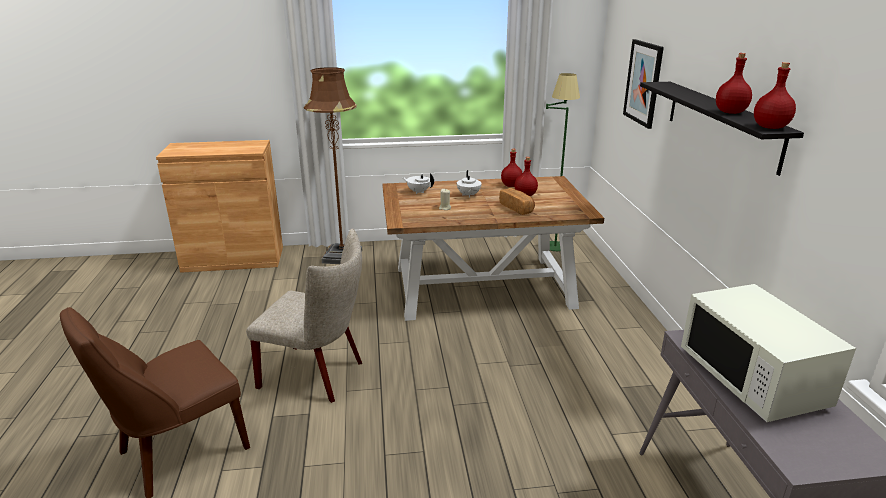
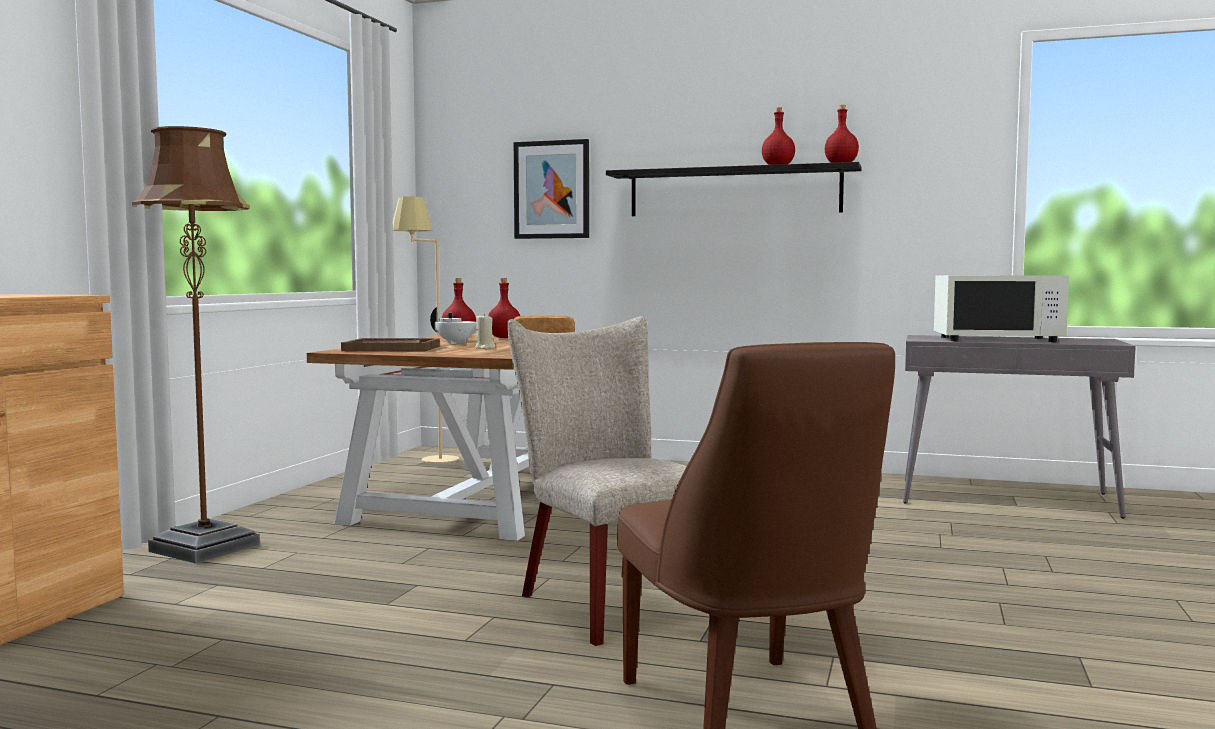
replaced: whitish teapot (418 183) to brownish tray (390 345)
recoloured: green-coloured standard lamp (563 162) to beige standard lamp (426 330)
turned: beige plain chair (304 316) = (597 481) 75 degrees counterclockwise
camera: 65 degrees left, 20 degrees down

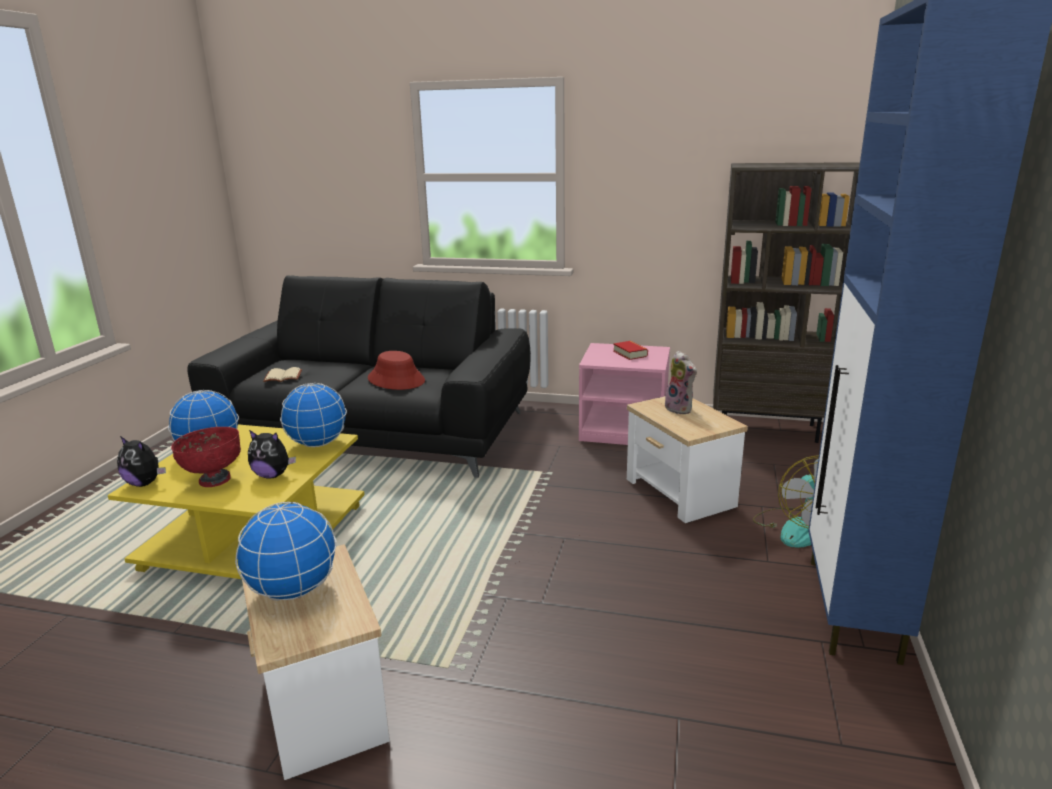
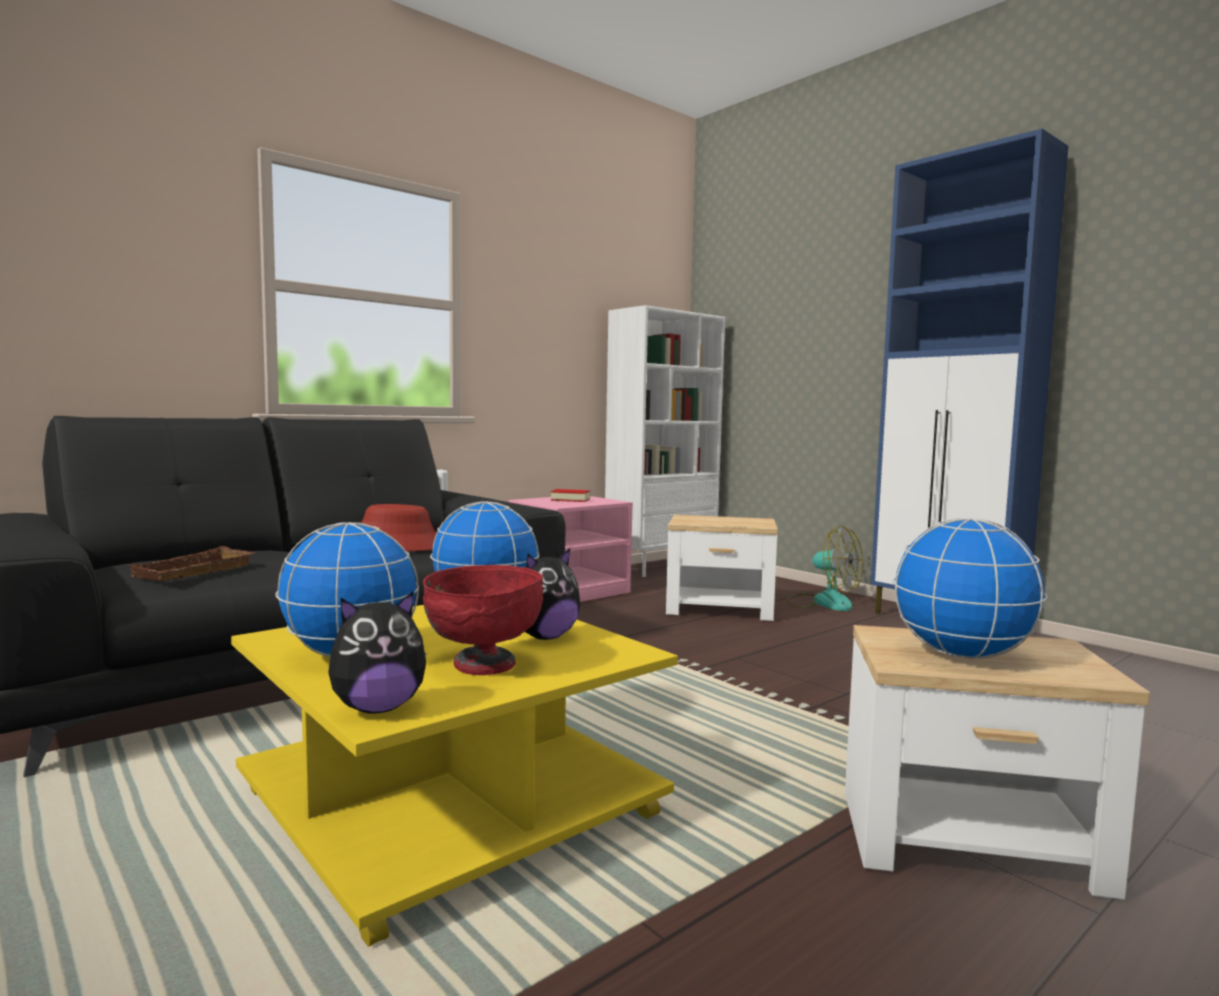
removed: soft toy (680 382)
replaced: beige book (282 374) to brownish tray (191 563)
recoloured: brownish shelving unit (786 302) to whitish shelving unit (665 441)
camera: 55 degrees left, 15 degrees down

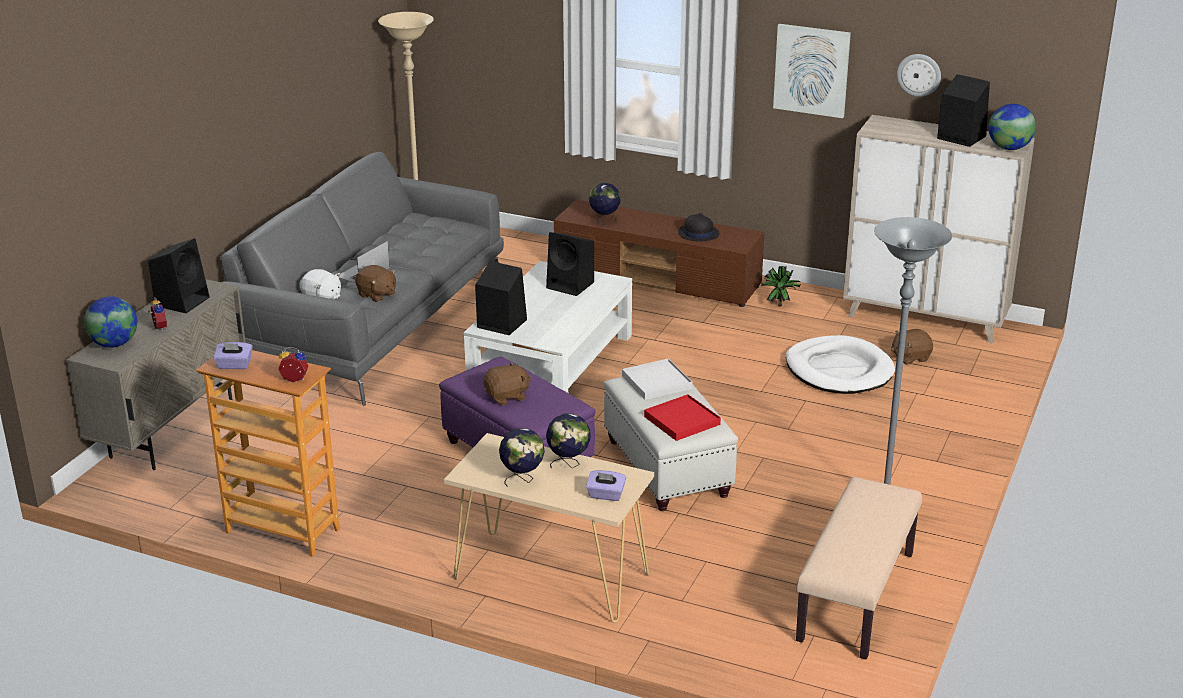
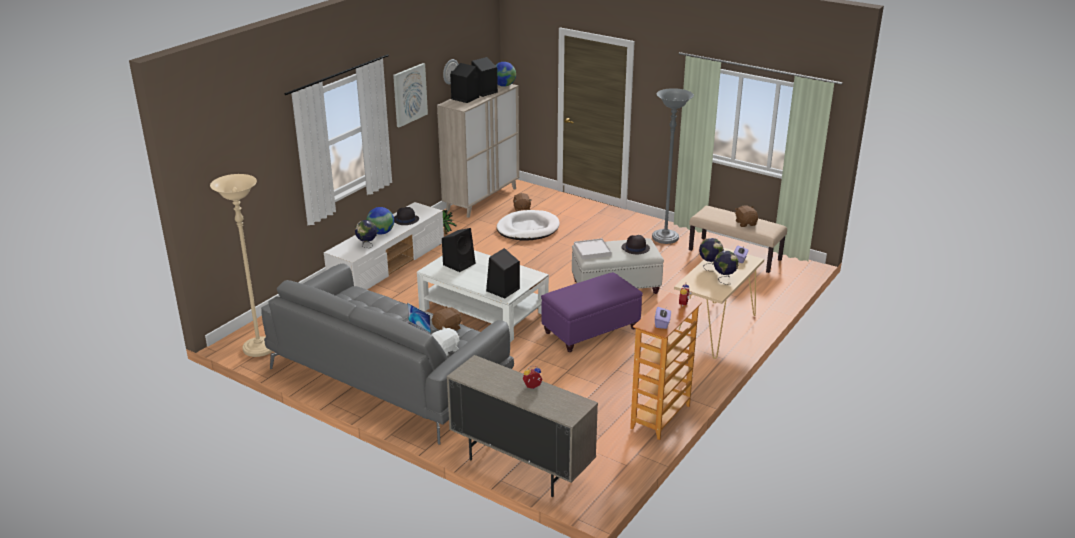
moved: desk globe (110 322) to (380 221); black audio speaker (179 275) to (464 83); brownish soft toy (507 383) to (746 216)
replaced: red-coloured tray (682 417) to black wearable hat (636 244)
recoloured: brownish tv unit (659 253) to whitish tv unit (384 245)
camera: 80 degrees left, 0 degrees up

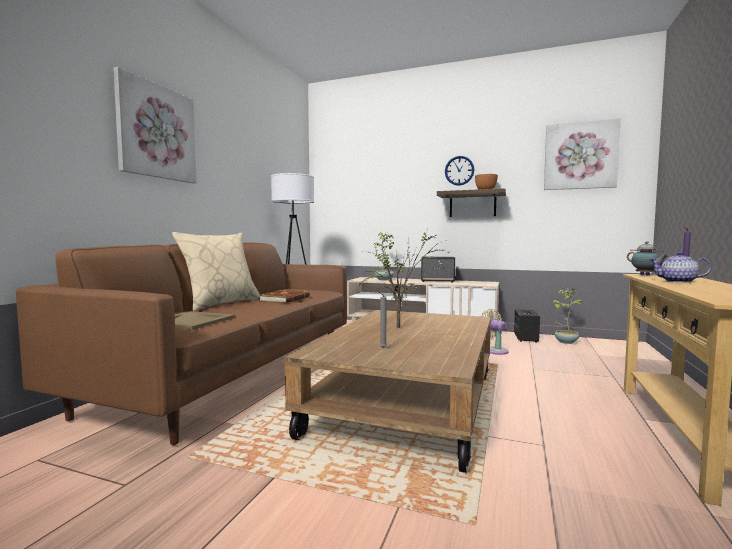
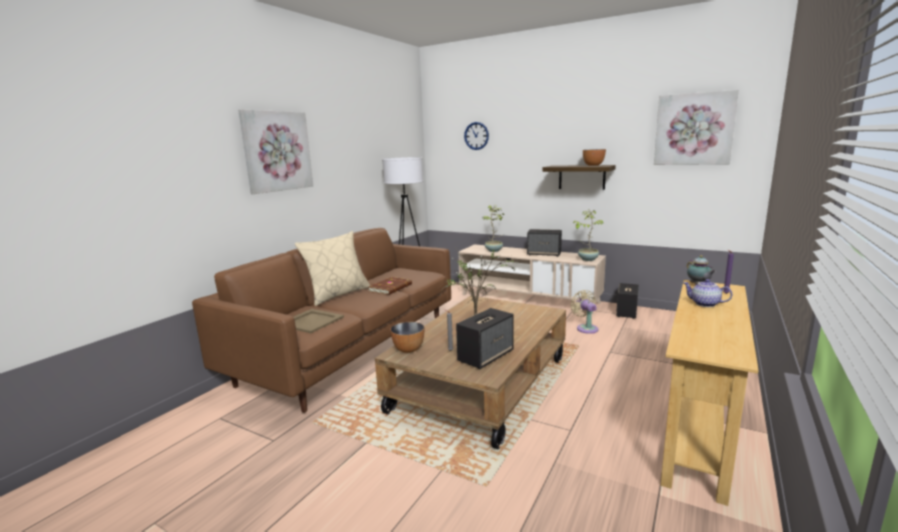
added: bowl (407 337); audio speaker (485 338)
moved: wall clock (459 171) to (476 136); potted plant (568 316) to (588 235)
camera: 10 degrees right, 10 degrees up

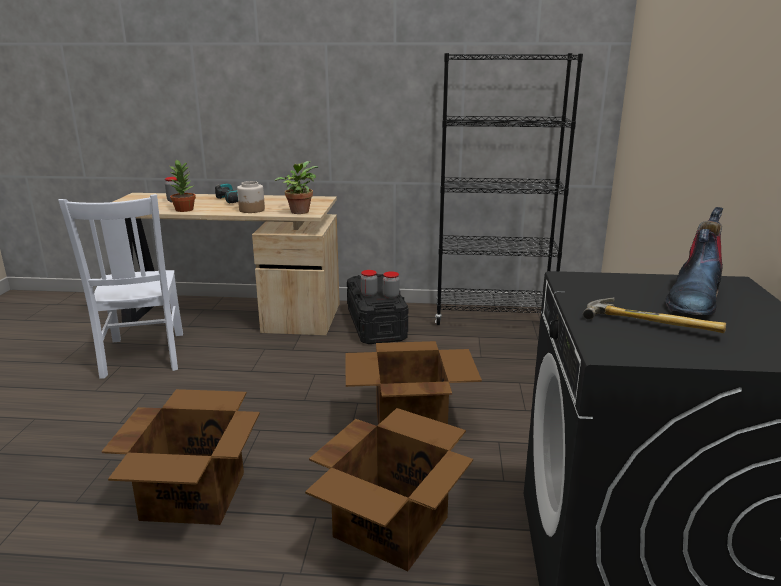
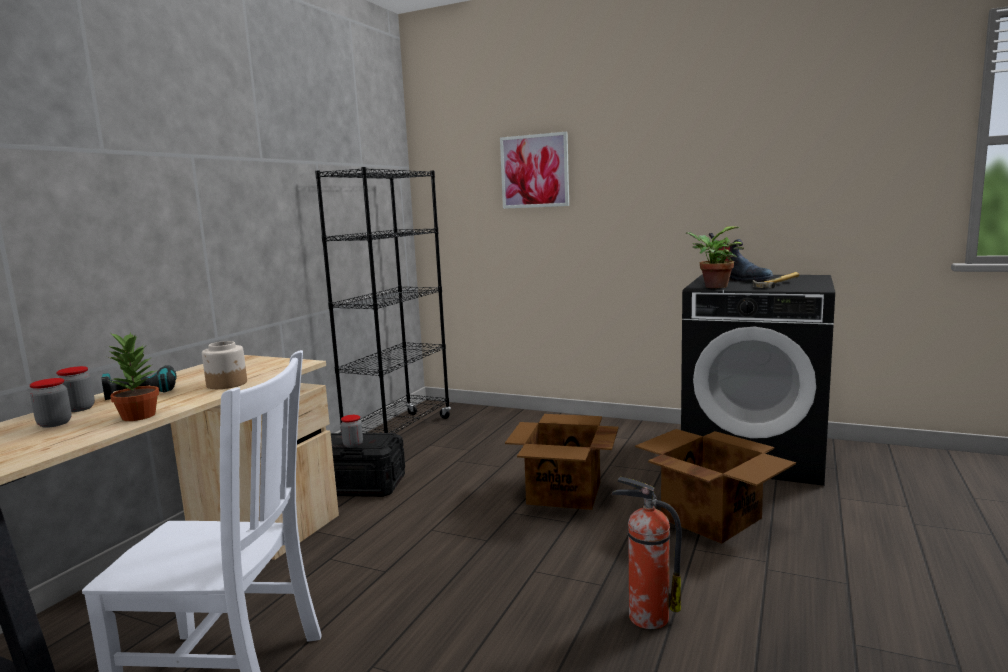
added: wall picture (534 170)
moved: storage jar (391 285) to (75 389); potted plant (296 187) to (714 257)
replaced: carton (180 457) to extinguisher (646 553)
camera: 70 degrees left, 10 degrees down

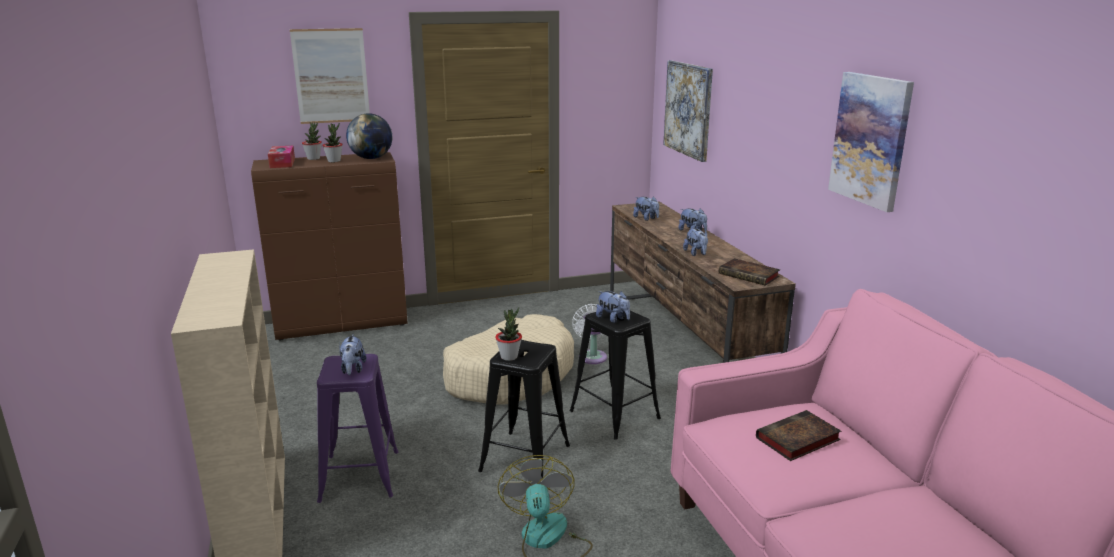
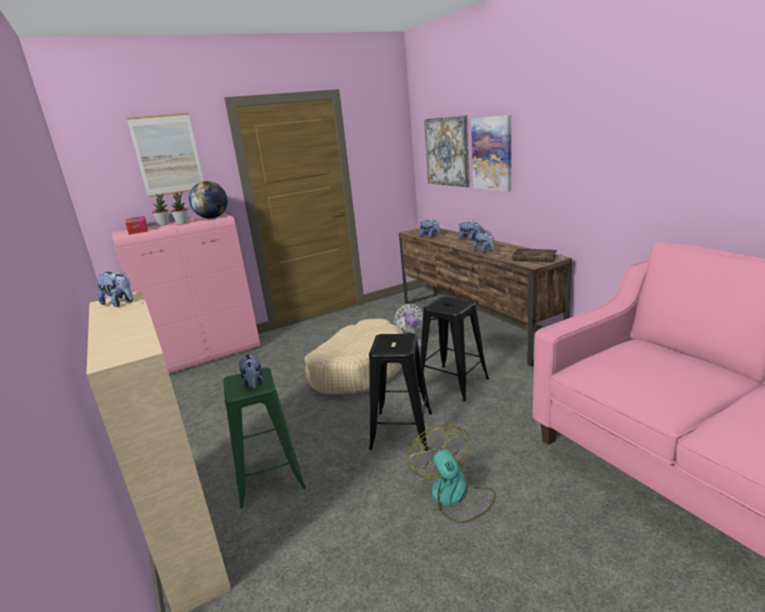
removed: potted plant (508 334); book (798 435)
moved: soft toy (613 307) to (115 288); wall picture (871 142) to (491 153)
recoloured: brownish cabinet (329 246) to pinkish cabinet (186 293); purplish stool seat (357 428) to green-coloured stool seat (264 438)
camera: 10 degrees left, 0 degrees up

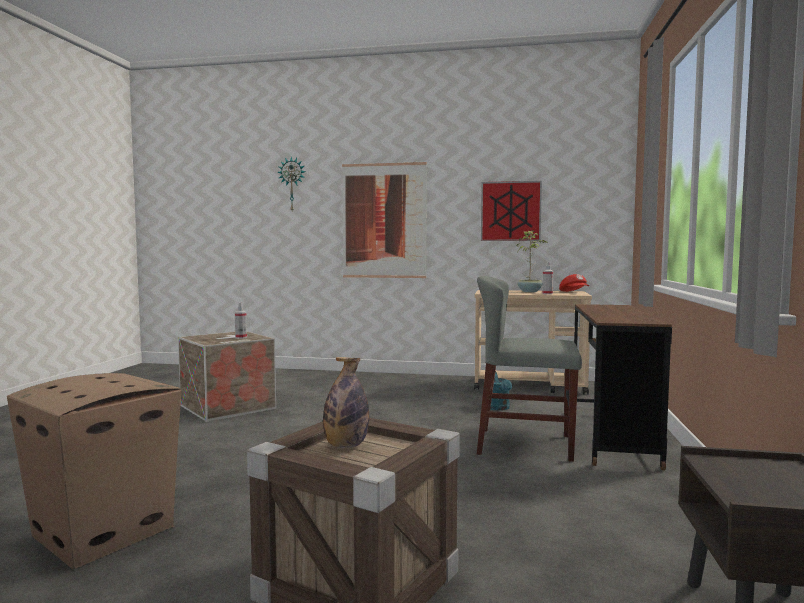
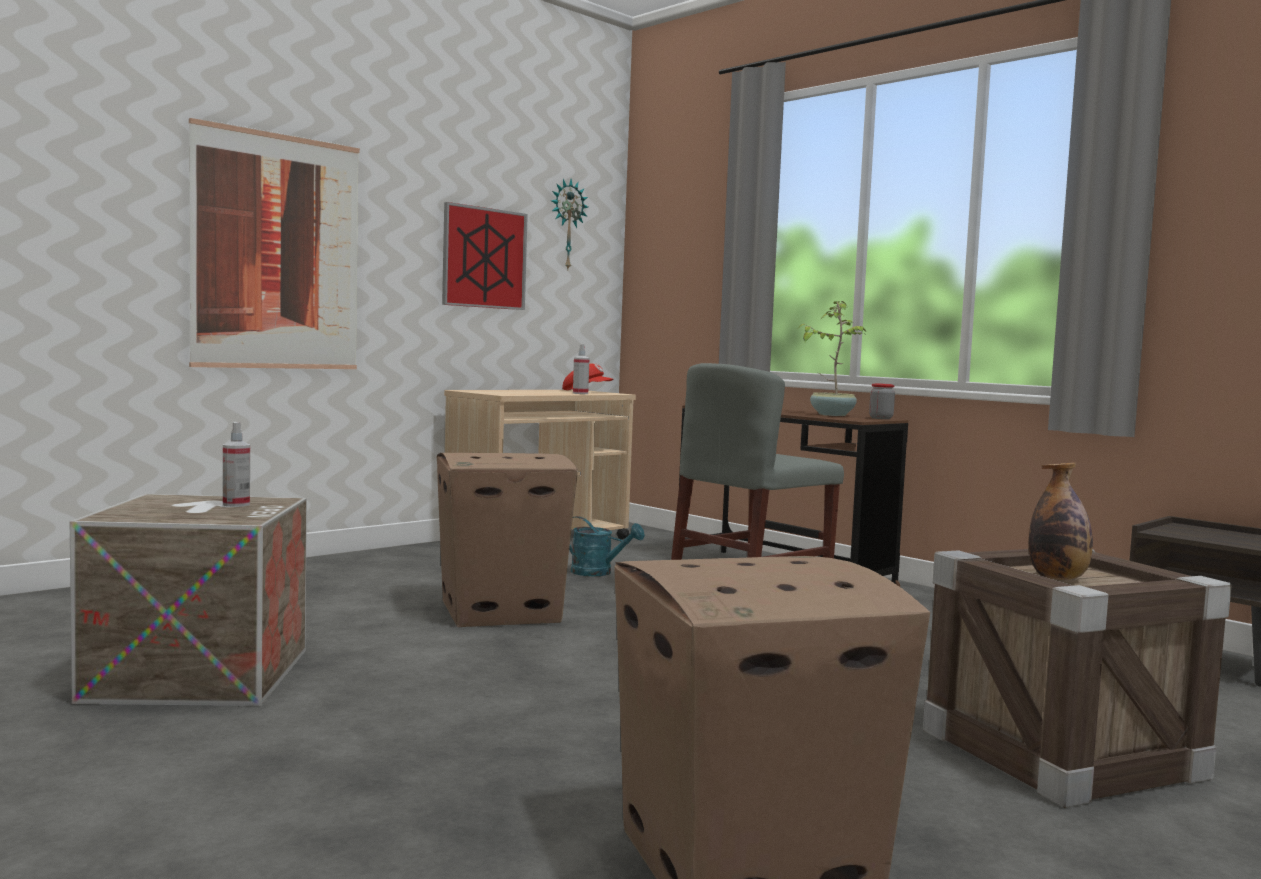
added: carton (507 540); storage jar (882 401)
moved: wall clock (291 183) to (569 224); potted plant (532 261) to (832 358)
camera: 55 degrees left, 0 degrees up

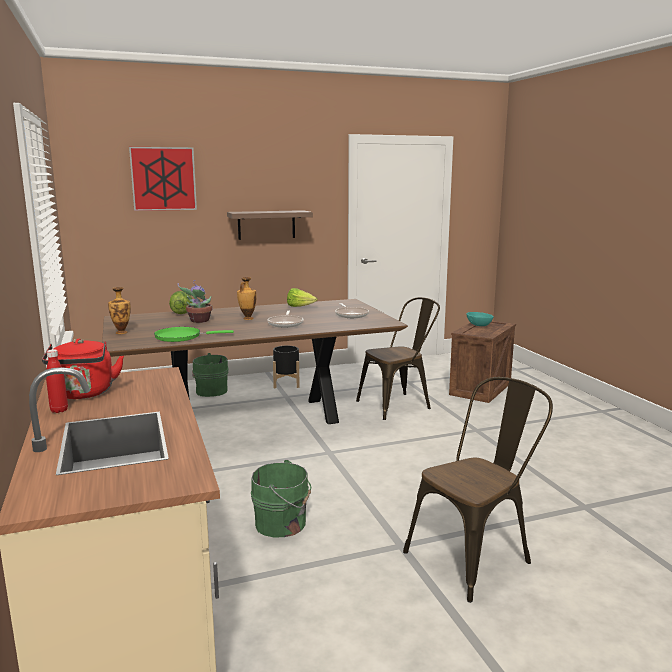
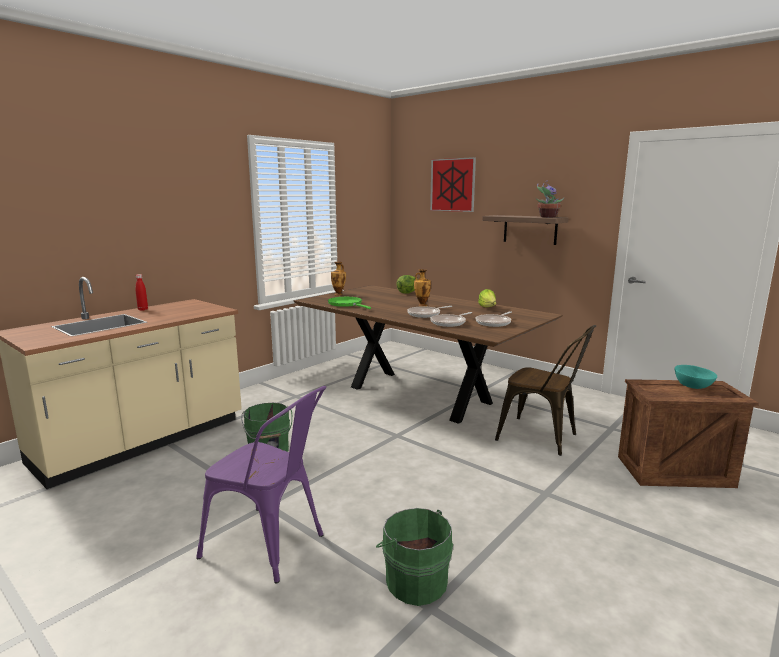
removed: red-coloured kettle (83 369); black plant pot (286 367)
added: frying pan (451 319)
moved: green-coloured pail (210 375) to (414 557); potted plant (195 301) to (550 200)
recoloured: brownish plain chair (478 490) to purplish plain chair (261 484)
camera: 60 degrees right, 0 degrees up

